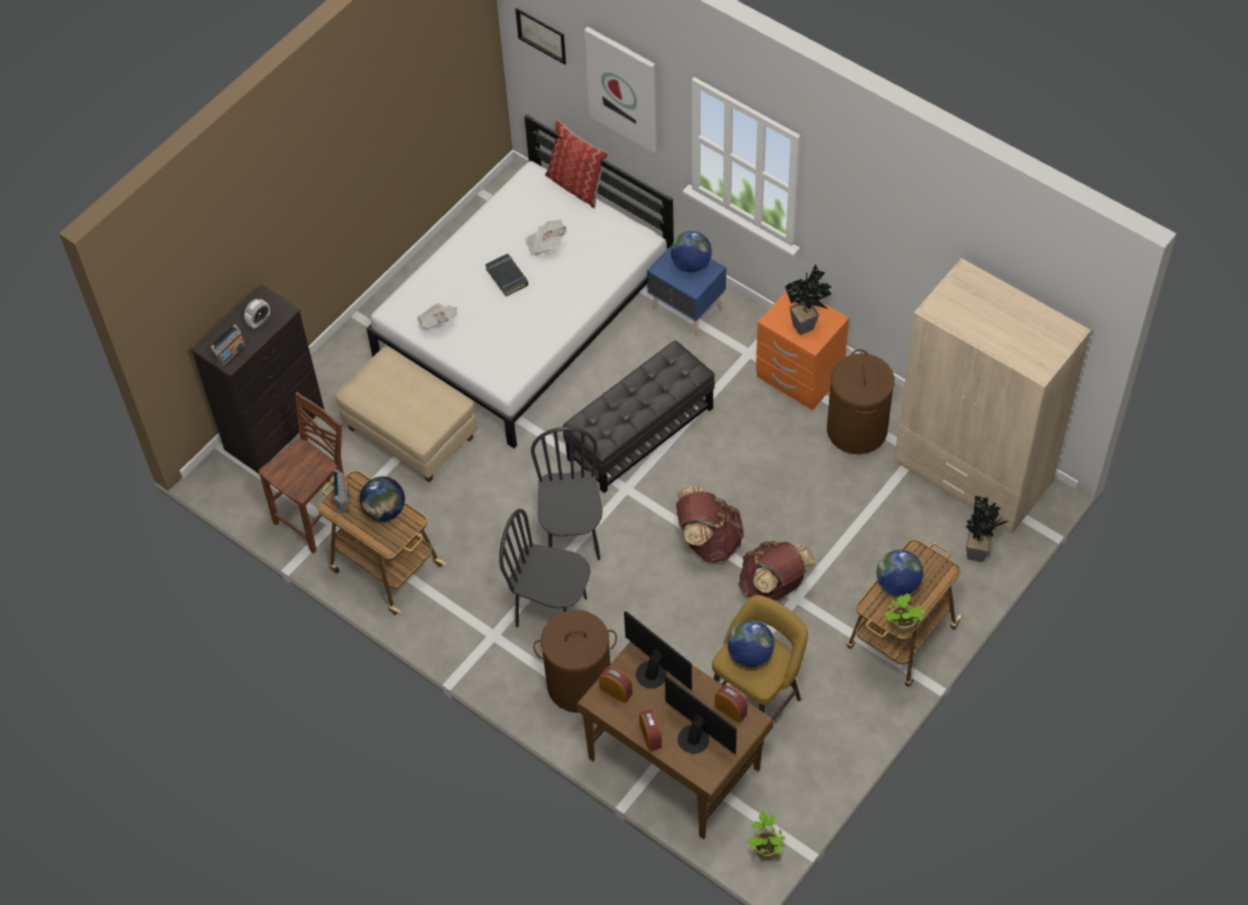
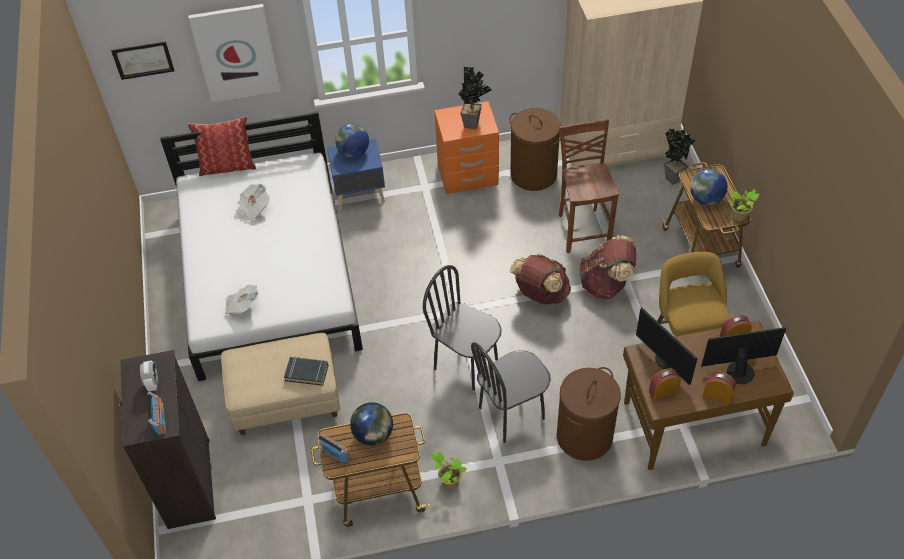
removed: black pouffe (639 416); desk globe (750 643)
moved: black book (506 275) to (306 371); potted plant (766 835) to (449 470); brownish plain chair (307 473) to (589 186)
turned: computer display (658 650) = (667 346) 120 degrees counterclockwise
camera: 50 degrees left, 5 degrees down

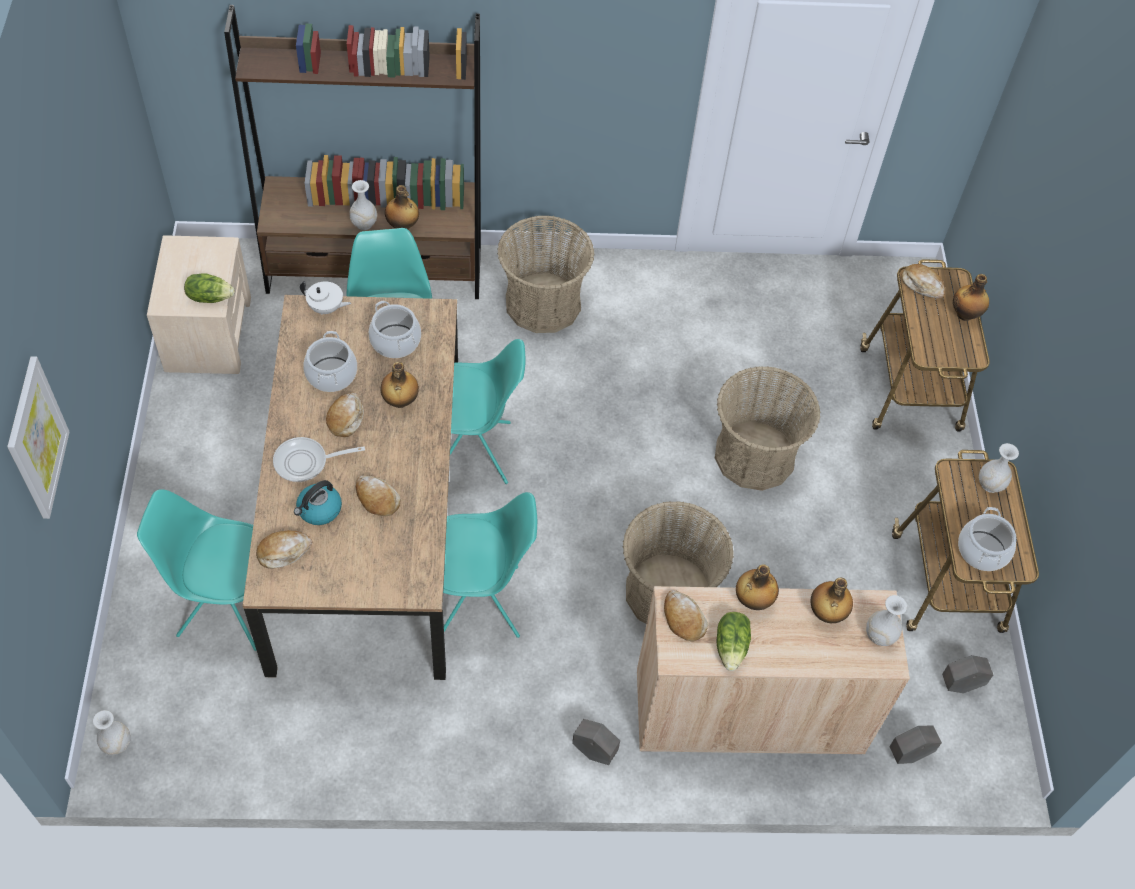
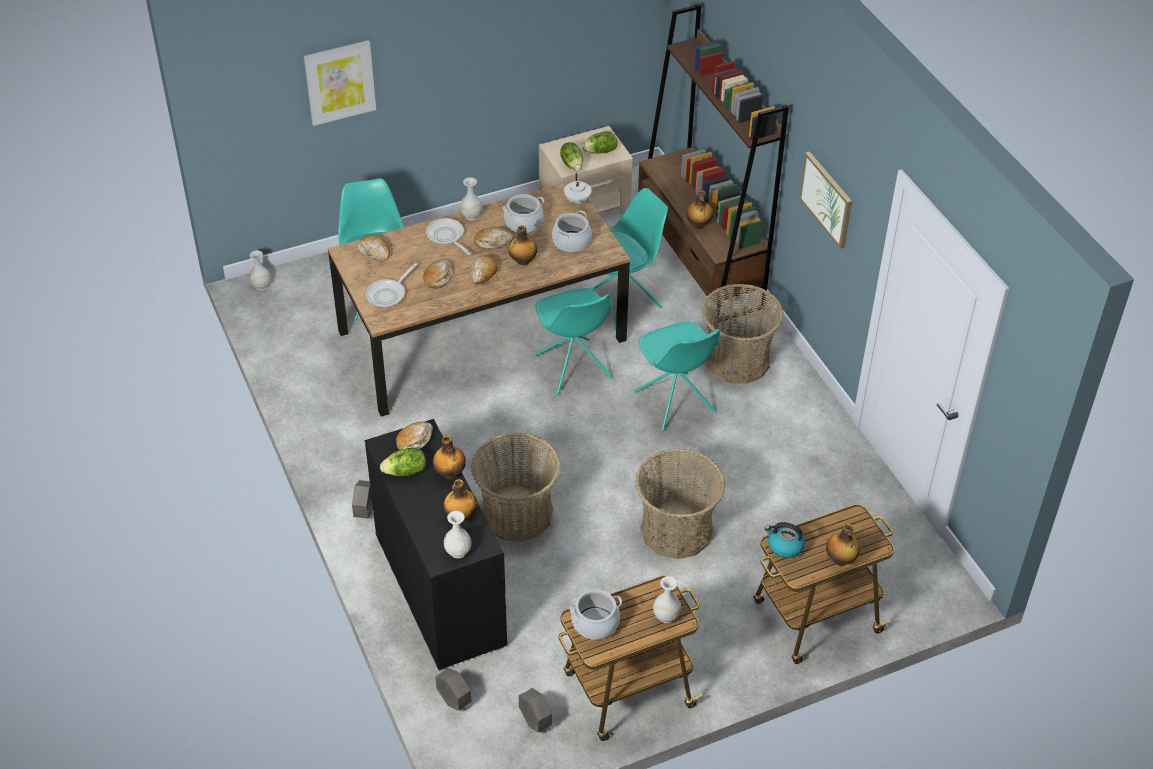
added: frying pan (391 285); lettuce (599 142); wall picture (825 200)
moved: whitish flower vase (363 205) to (471 198); bread (923 281) to (484 269); turquoise-coloured plain chair (490 565) to (677 377); kettle (318 502) to (784 540)
recoloured: beige cabinet (773 670) to black cabinet (435 545)
camera: 70 degrees right, 10 degrees down

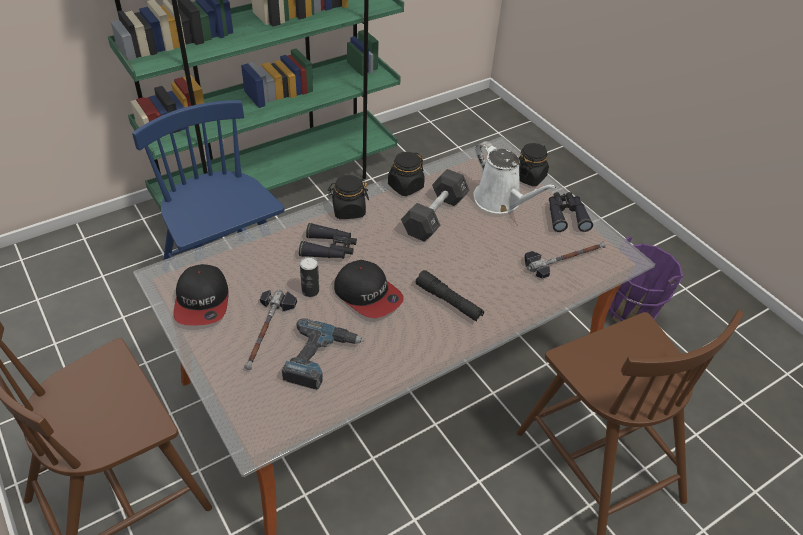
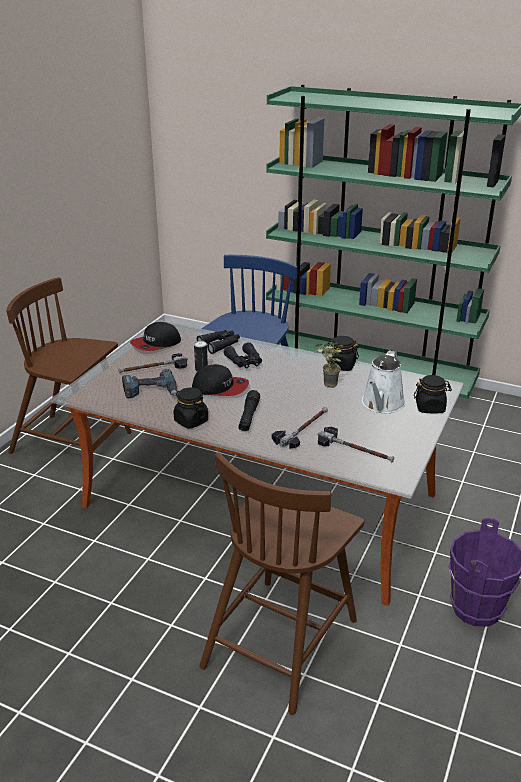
added: tool hammer (299 428)
moved: black storage jar (348 197) to (191 408); black binoculars (571 212) to (218 342)
replaced: black hand weight (435 205) to potted plant (329 365)
turned: cap (368 289) = (220 380) 90 degrees counterclockwise
camera: 60 degrees right, 15 degrees down

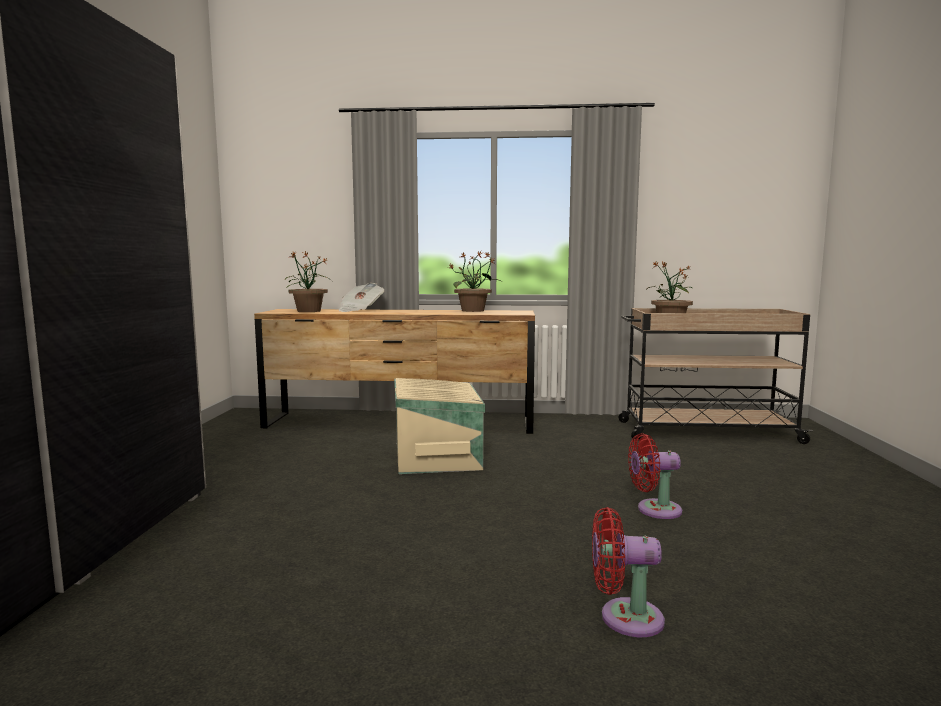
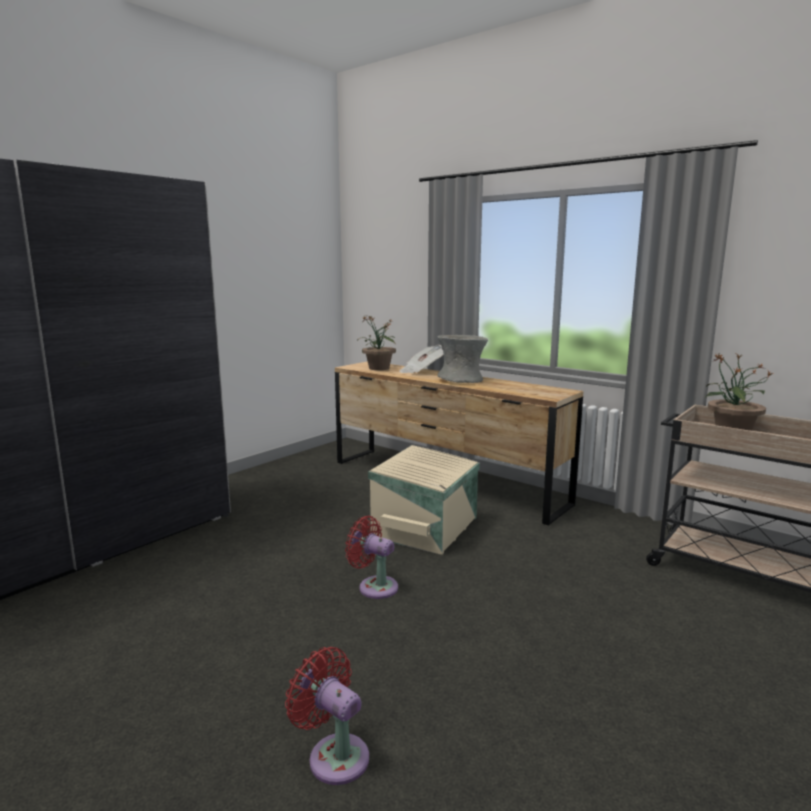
removed: potted plant (475 281)
added: greyish flower vase (462 359)
moved: red-coloured electric fan (655 476) to (371 557)
camera: 35 degrees right, 5 degrees up

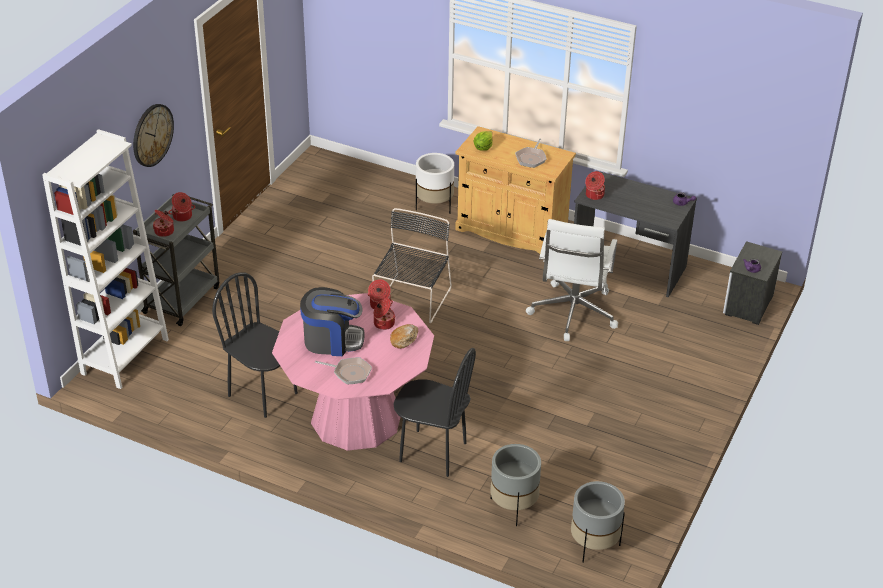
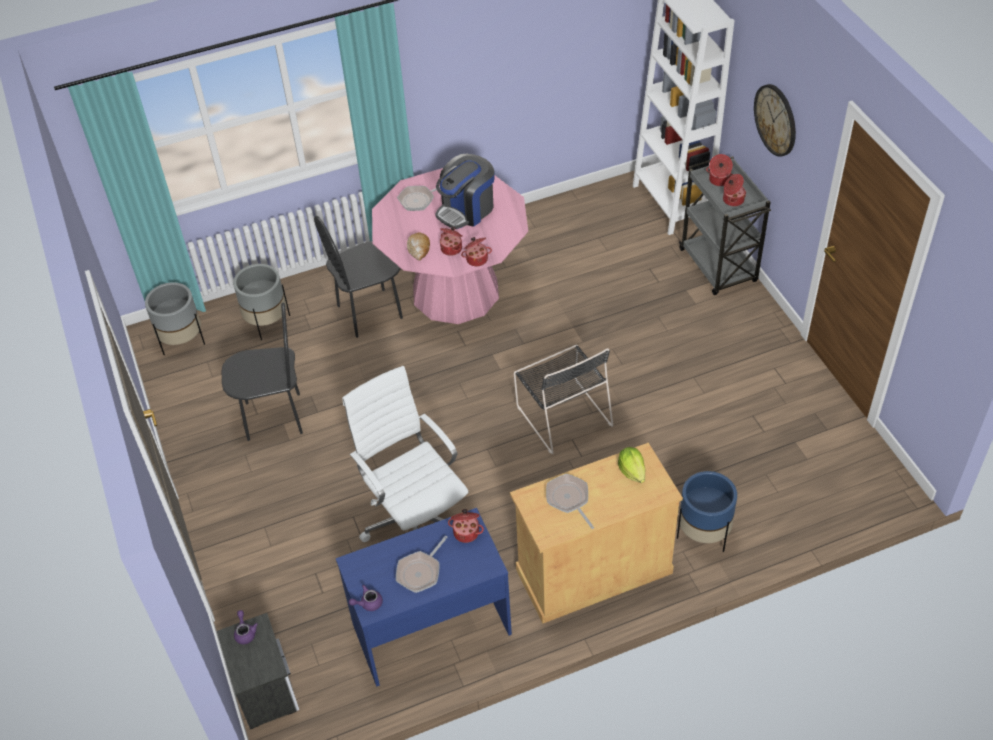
added: frying pan (422 564)
moved: black plain chair (255 345) to (262 372)
recoloured: greyish desk (635 234) to bluish desk (424 597); whitish plant pot (435 183) to bluish plant pot (707 511)
camera: 135 degrees right, 10 degrees up

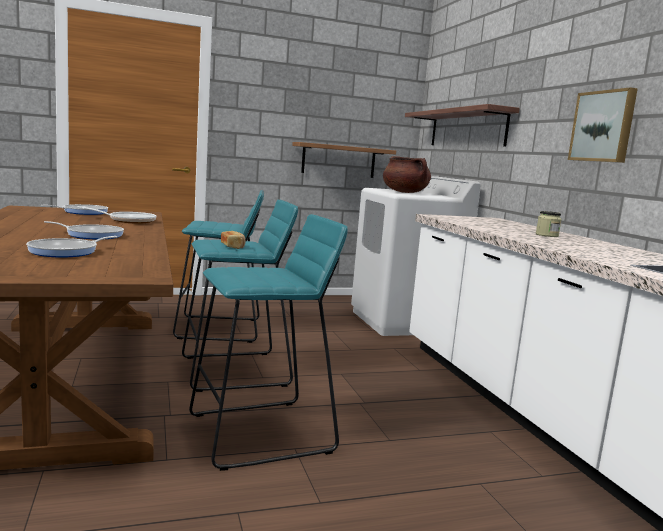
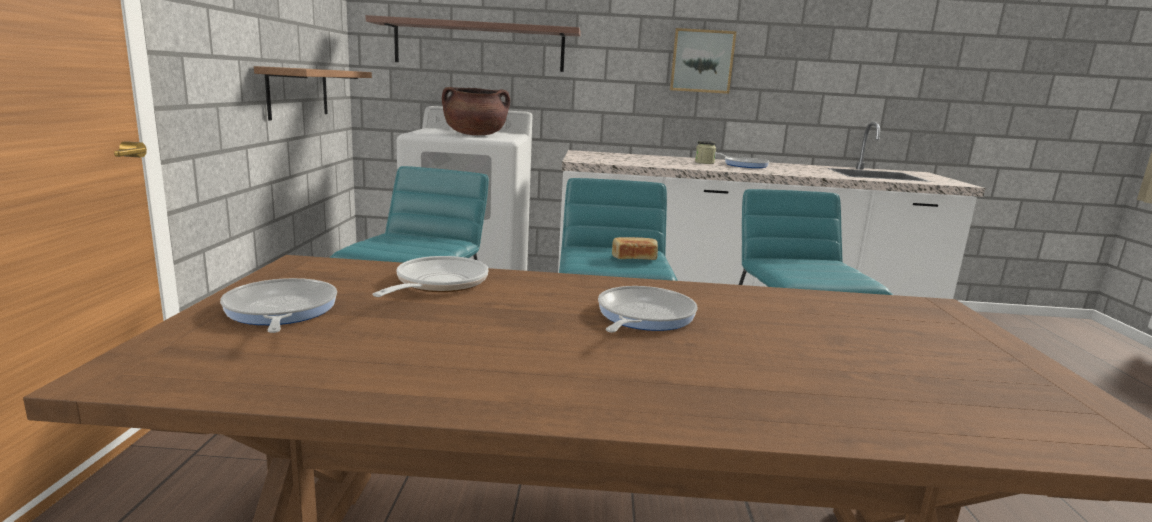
moved: frying pan (72 246) to (743 160)
camera: 70 degrees left, 5 degrees up

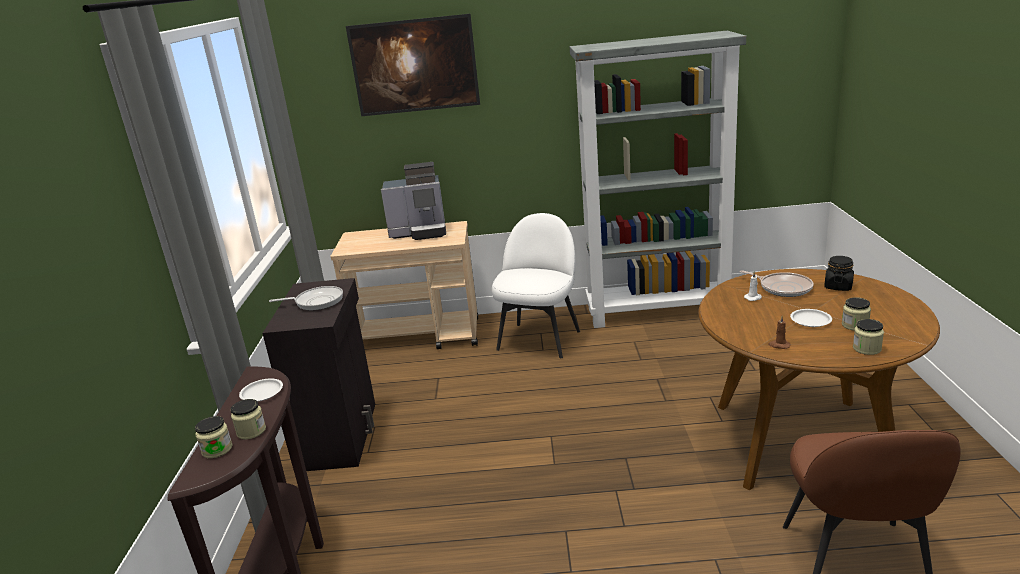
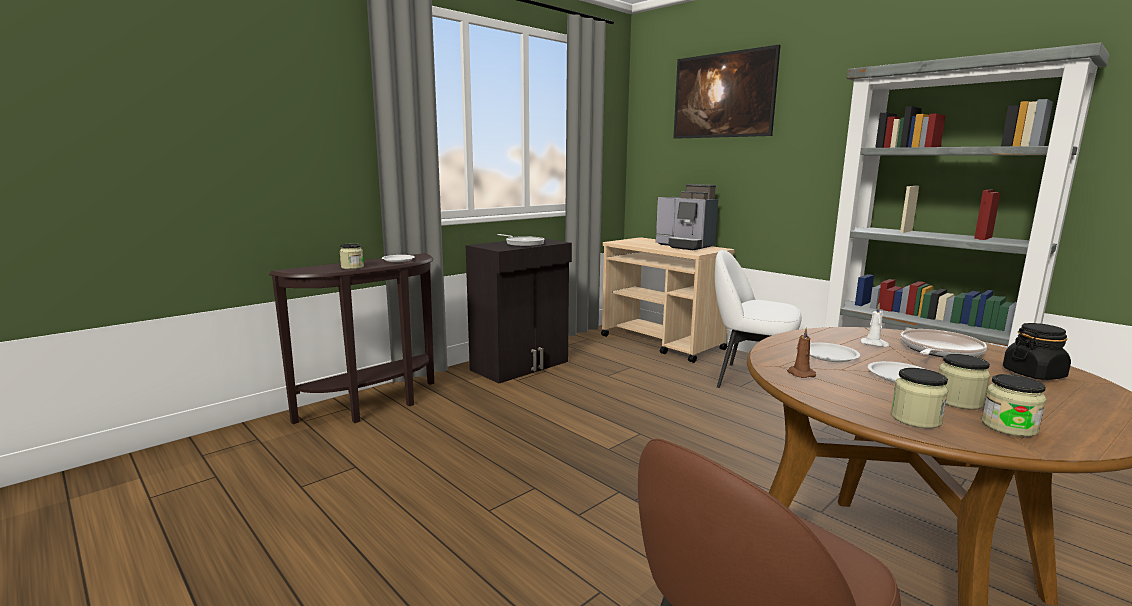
added: whitish flat dish (835 352)
moved: storage jar (214 437) to (1014 405)
turned: whitish plain chair (536 285) = (758 319) 135 degrees counterclockwise; frying pan (776 283) = (944 343) 135 degrees counterclockwise
camera: 45 degrees right, 10 degrees down

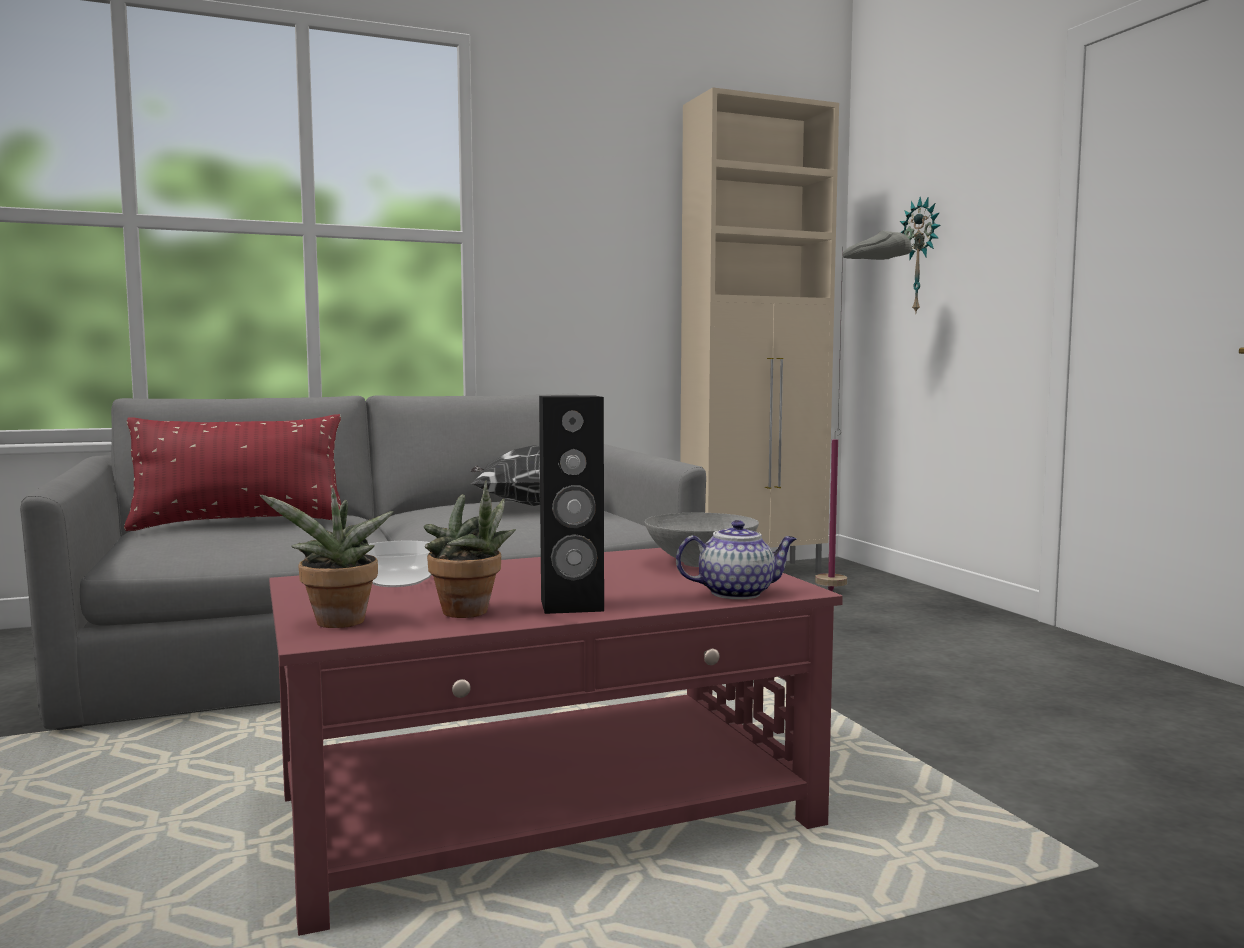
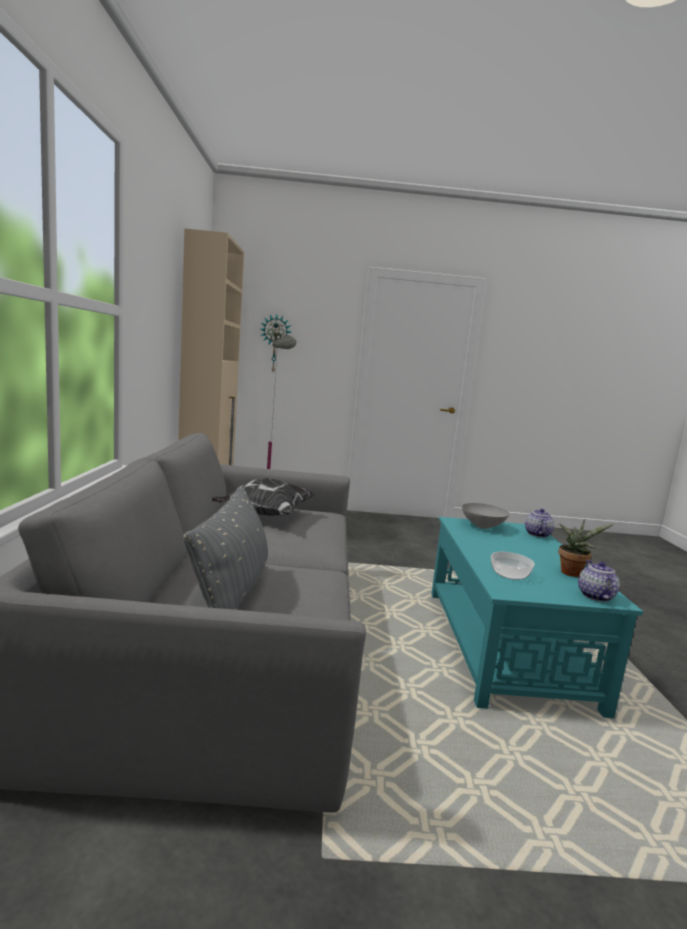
removed: black audio speaker (571 504)
replaced: potted plant (327 558) to teapot (599 581)
recoloured: red-coloured cushion (232 472) to greyish cushion (225 547); red-coloured low table (556 742) to turquoise-coloured low table (537 617)
camera: 70 degrees left, 5 degrees up

